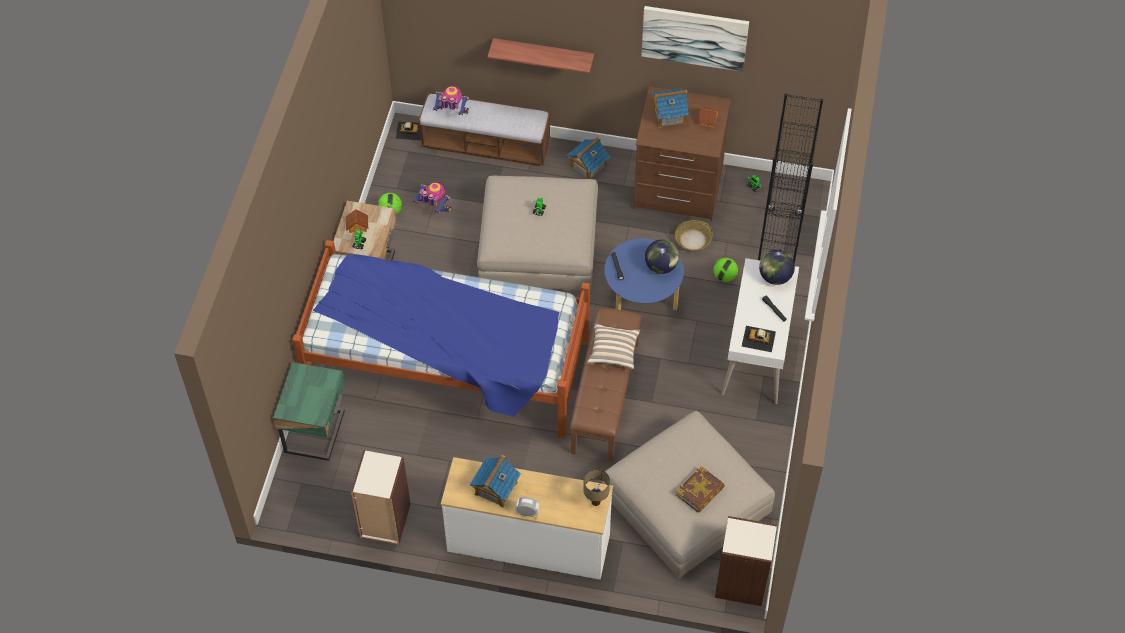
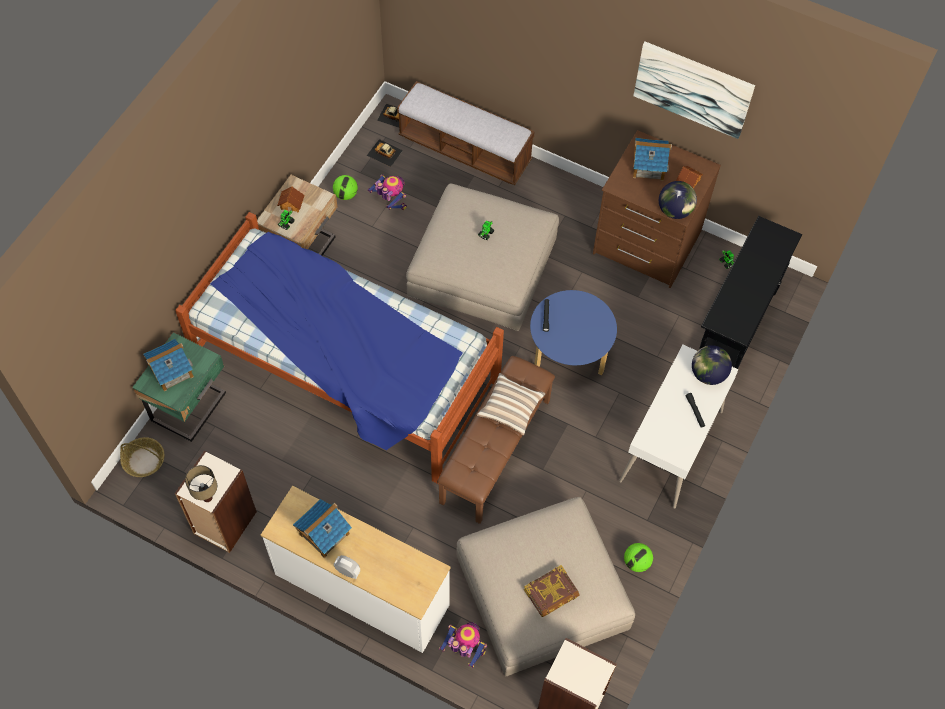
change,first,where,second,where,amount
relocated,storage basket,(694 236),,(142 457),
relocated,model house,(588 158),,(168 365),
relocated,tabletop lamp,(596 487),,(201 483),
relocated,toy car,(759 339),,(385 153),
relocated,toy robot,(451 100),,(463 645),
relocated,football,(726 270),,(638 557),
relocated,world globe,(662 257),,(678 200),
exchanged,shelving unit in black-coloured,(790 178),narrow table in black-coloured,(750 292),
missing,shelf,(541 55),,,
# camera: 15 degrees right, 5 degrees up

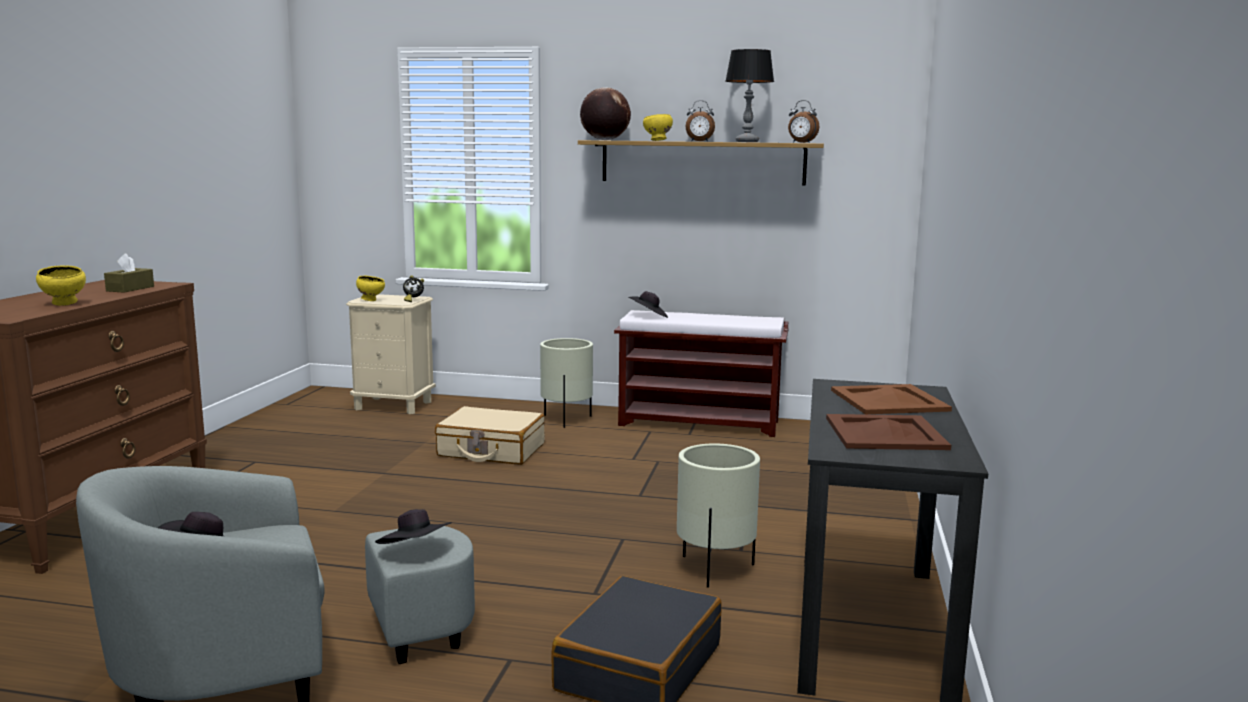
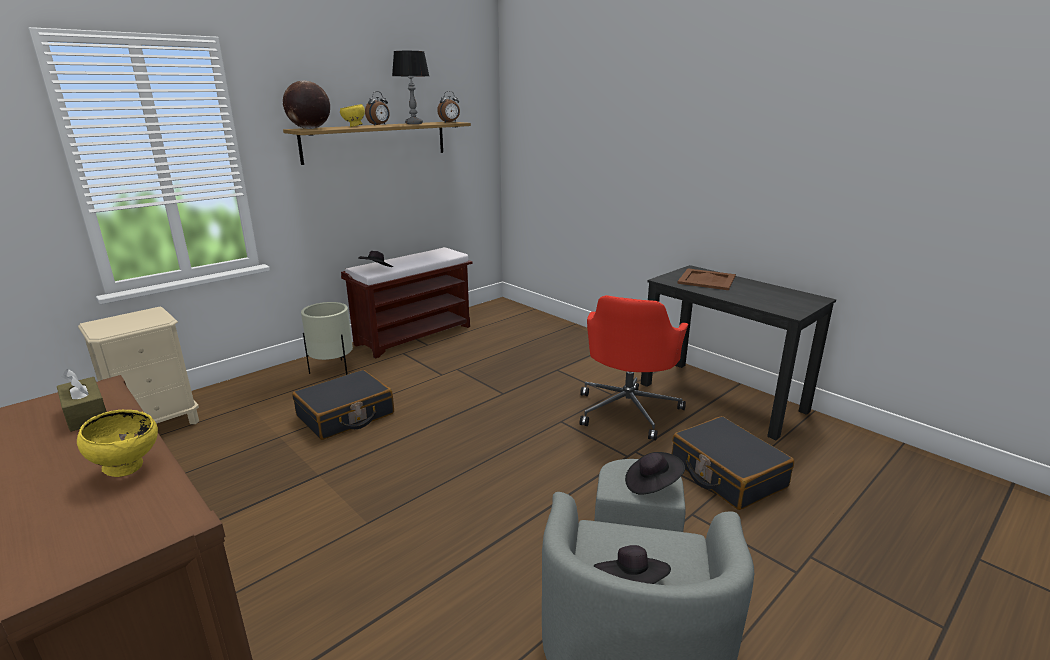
change,first,where,second,where,amount
colour,travel case in beige,(490 435),travel case in black-coloured,(343 405),
exchanged,plant pot in beige,(718 515),office chair in reddish,(634 367),
missing,serving bowl in yellowish,(370 288),,,
missing,bedside clock,(413 288),,,
missing,tray in brown-coloured,(888 432),,,
# camera: 55 degrees left, 10 degrees up

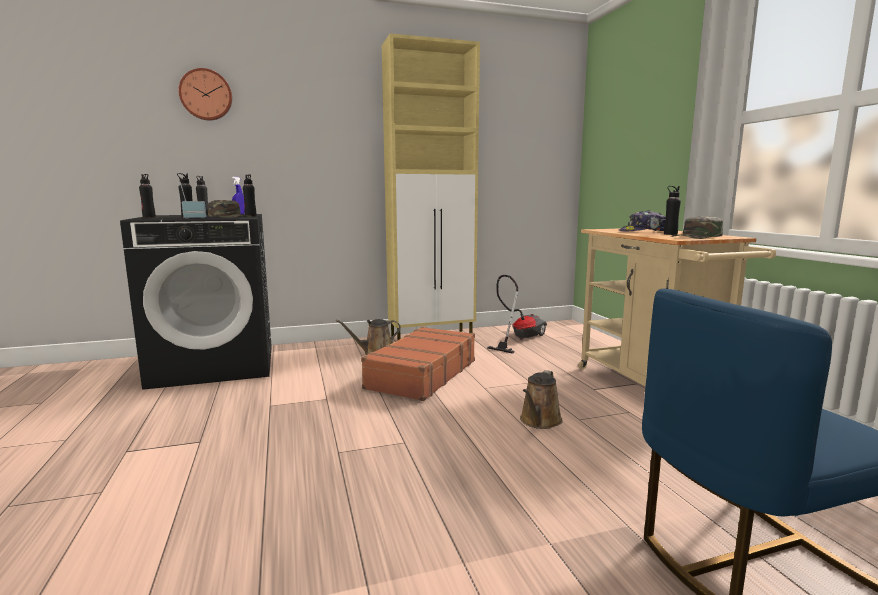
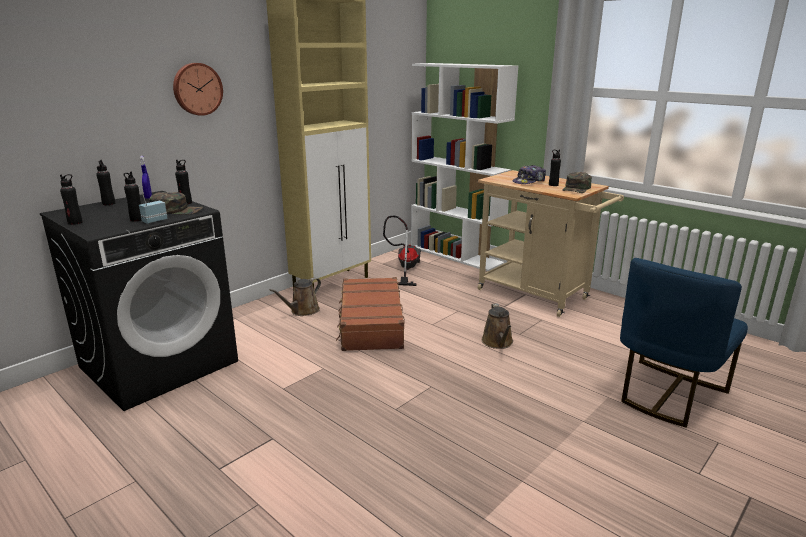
change,first,where,second,where,amount
relocated,clock on the wall,(205 94),,(198 89),
appeared,,,shelving unit in whitish,(465 167),
# camera: 30 degrees left, 10 degrees up

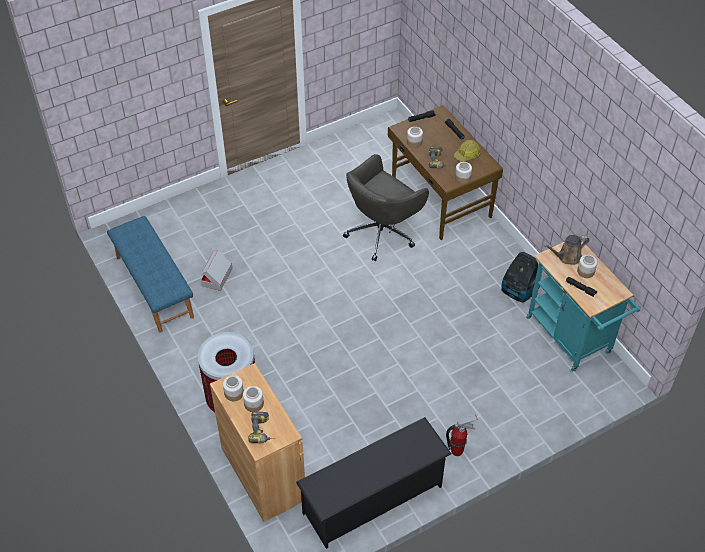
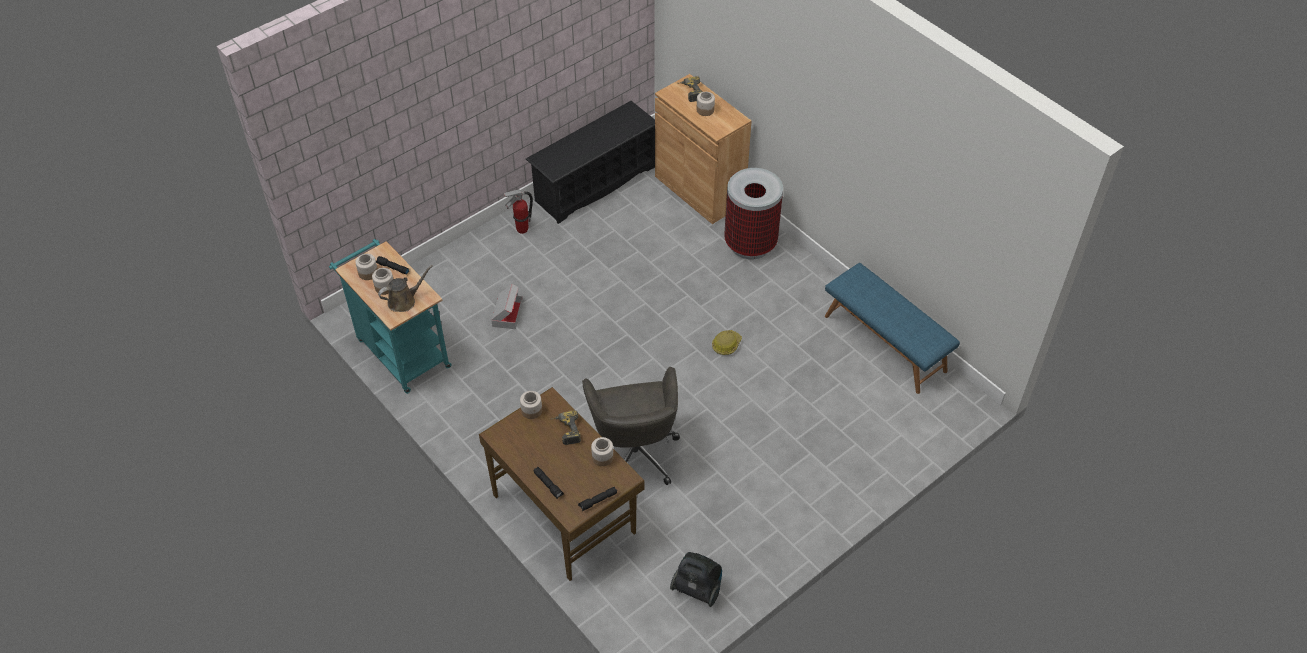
change,first,where,second,where,amount
relocated,preserve jar,(233 388),,(366 267),
relocated,carton,(216 270),,(507 306),
spun,office chair in greyish,(386 207),,(631 426),135 degrees clockwise
relocated,vacuum cleaner,(520 277),,(696 579),
relocated,hard hat,(467 151),,(727 342),
# camera: 170 degrees right, 0 degrees up

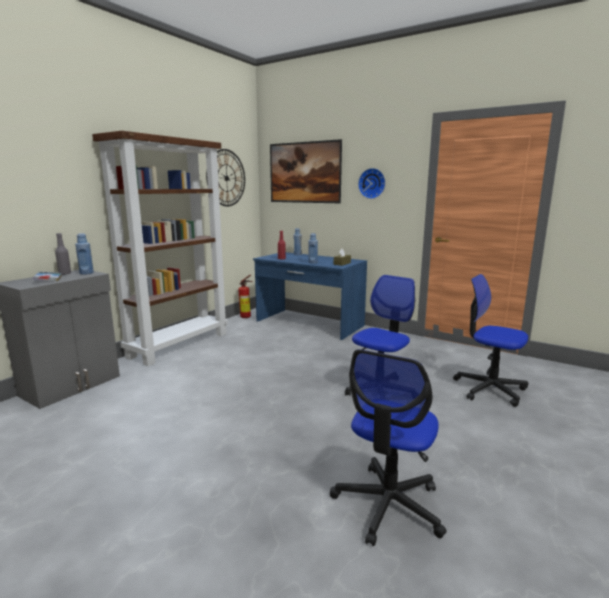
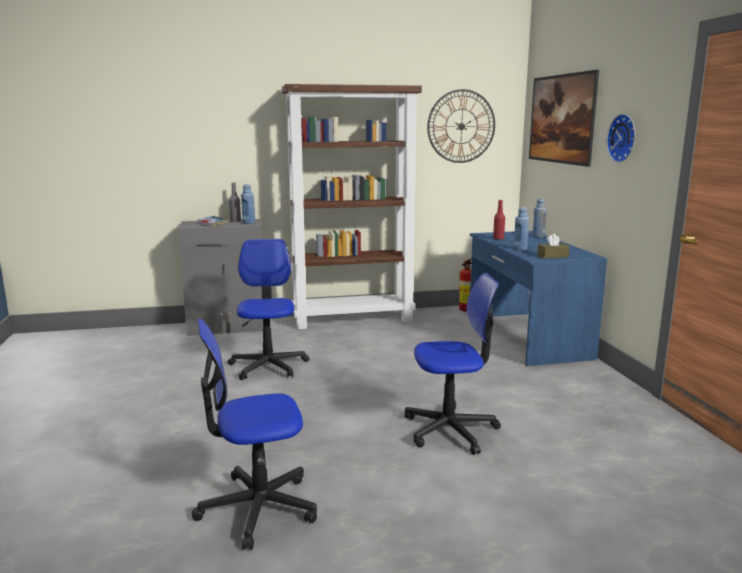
change,first,where,second,where,amount
relocated,office chair,(490 340),,(268 309),
# camera: 45 degrees right, 0 degrees up

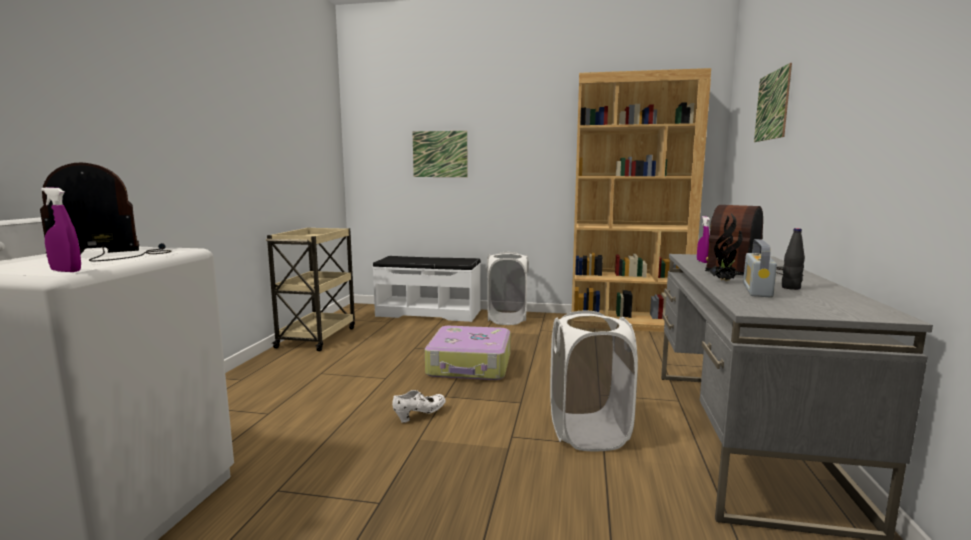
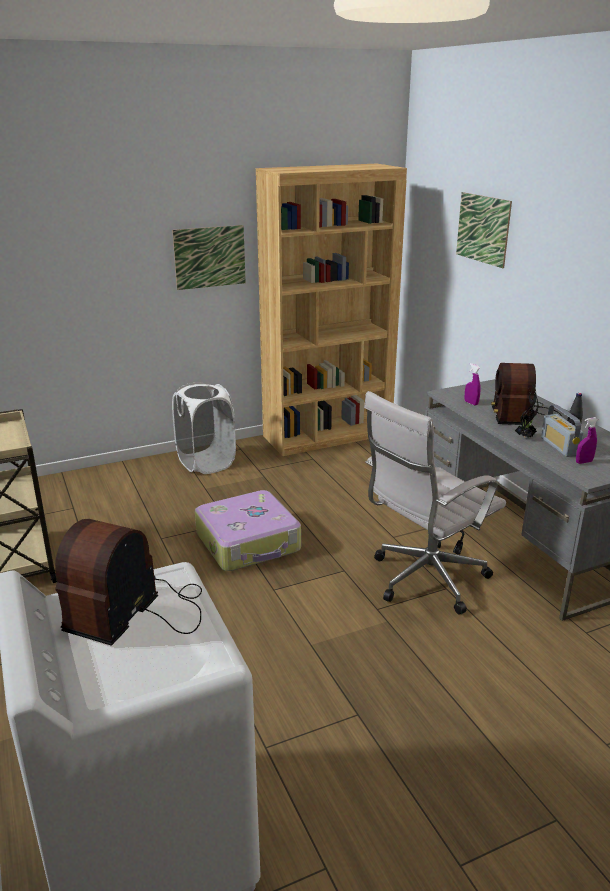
change,first,where,second,where,amount
relocated,wall picture,(440 154),,(209 257),
exchanged,laundry basket in whitish,(594 381),office chair in whitish,(435 503),
relocated,spray bottle in purplish,(61 229),,(587 440),
missing,long seat in whitish,(426 289),,,
missing,item of footwear in whitish,(419 406),,,
# camera: 35 degrees left, 15 degrees up

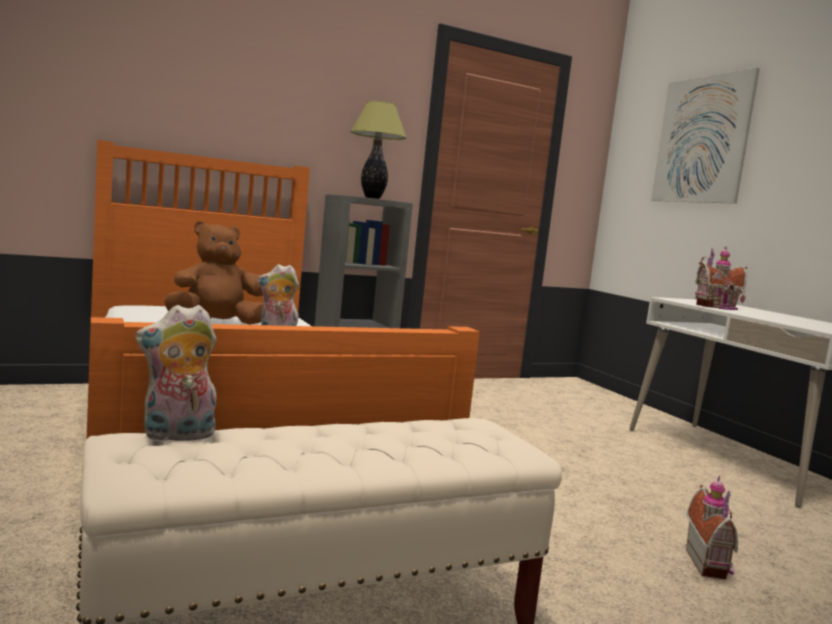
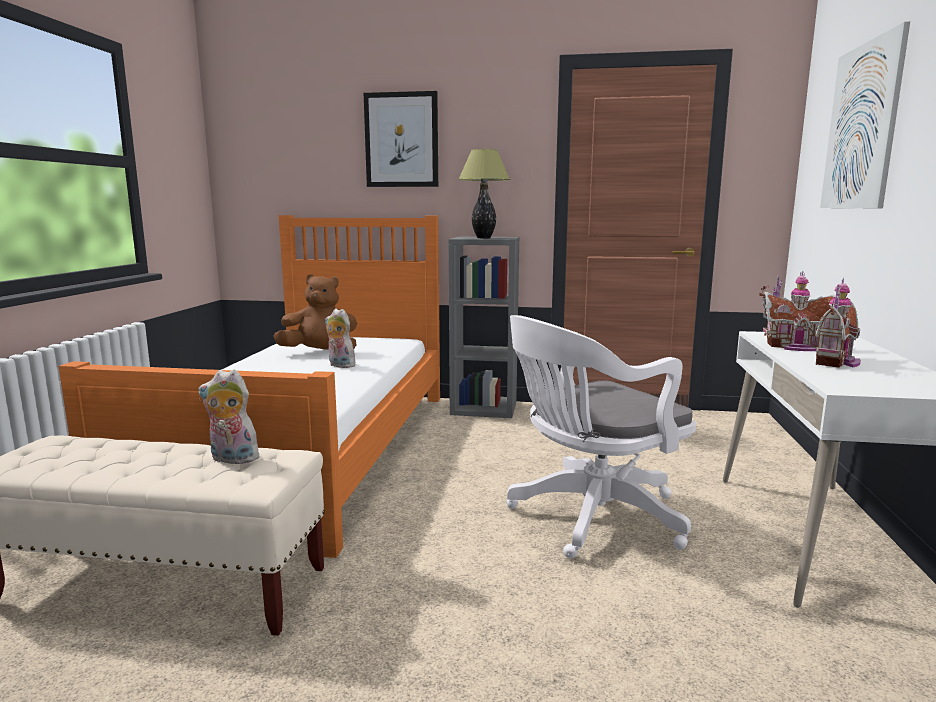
change,first,where,second,where,amount
relocated,plush toy,(176 374),,(232 417),
appeared,,,wall picture,(401 139),
appeared,,,office chair in whitish,(601 437),
relocated,model house,(712 527),,(838 323),
# camera: 35 degrees right, 5 degrees up

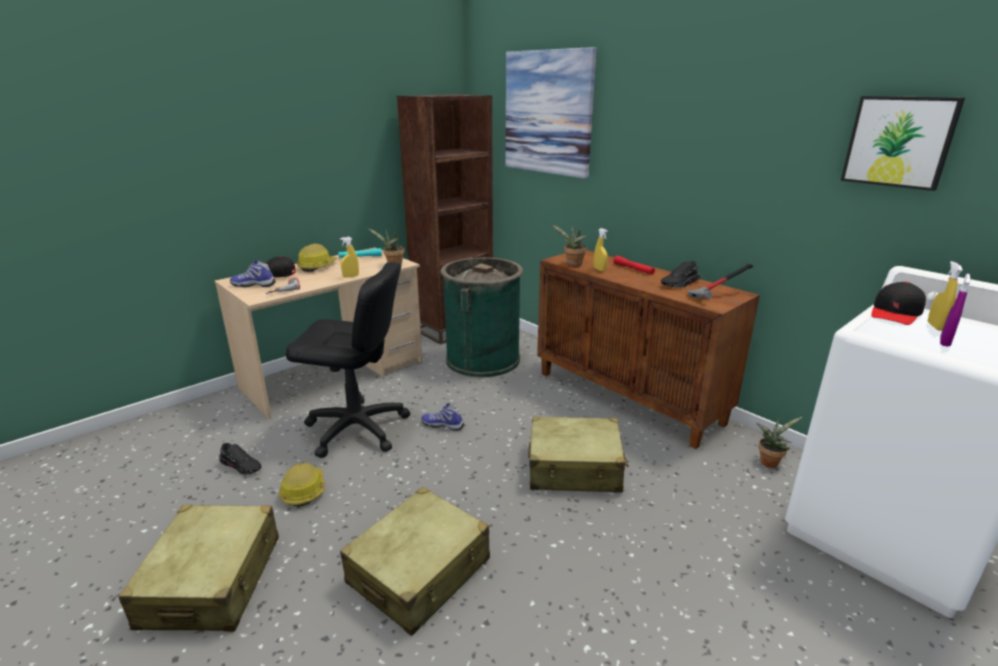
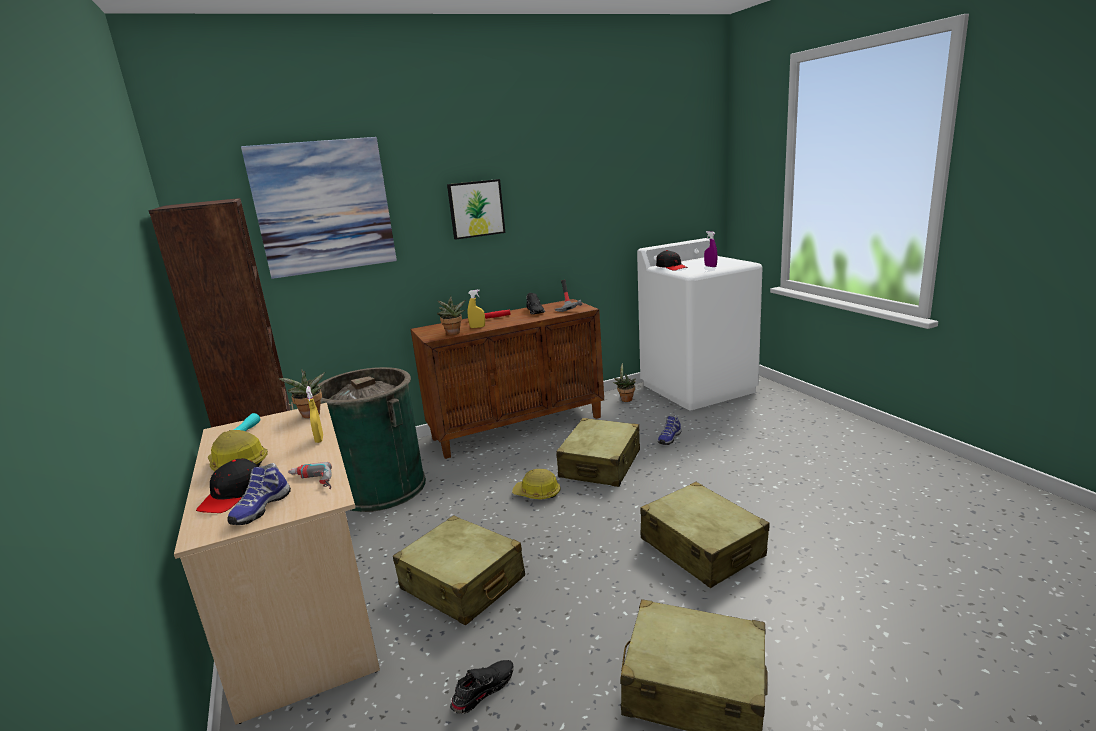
change,first,where,second,where,amount
exchanged,office chair in black-coloured,(348 360),travel case in beige,(459 570),
relocated,wall picture,(903 143),,(476 209),
relocated,hard hat,(302 485),,(536 484),
relocated,item of footwear,(442 417),,(669 430),
missing,spray bottle in yellowish,(945 296),,,
# camera: 70 degrees left, 5 degrees down

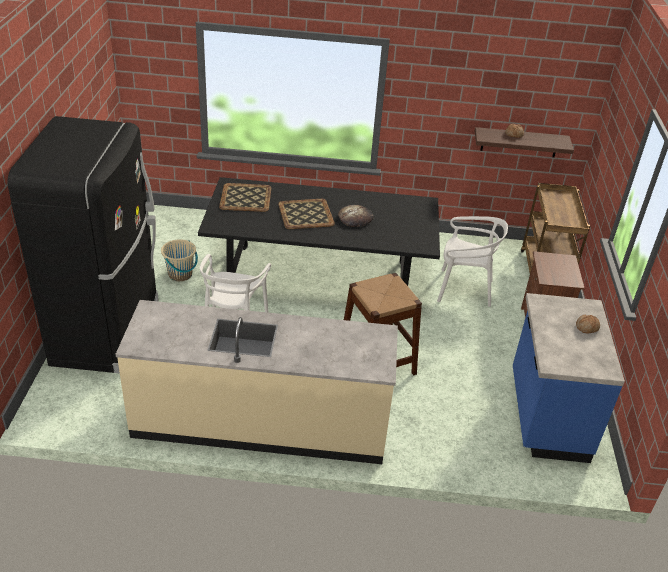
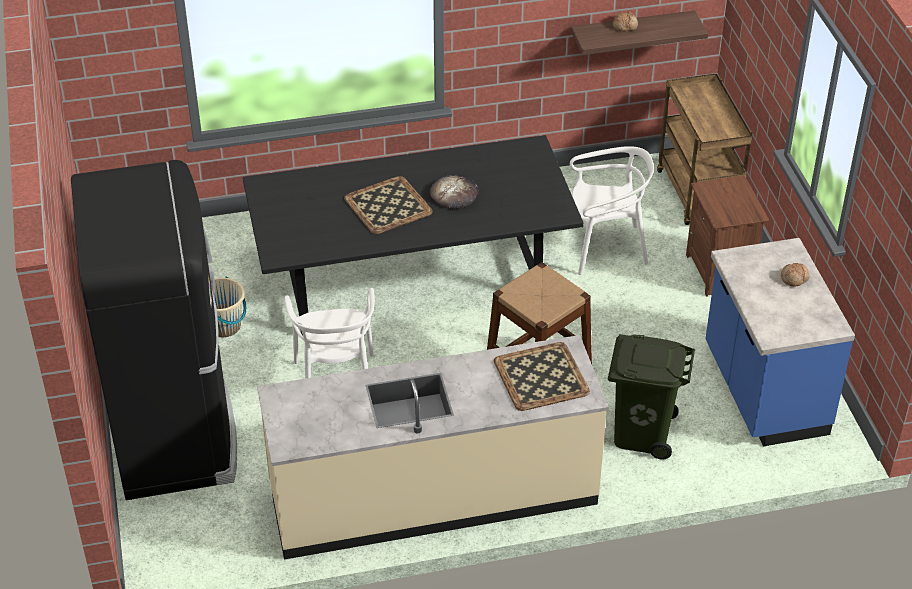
change,first,where,second,where,amount
relocated,tray,(245 197),,(542 376),
appeared,,,rubbish bin in green,(651 397),
# camera: 15 degrees left, 5 degrees up

